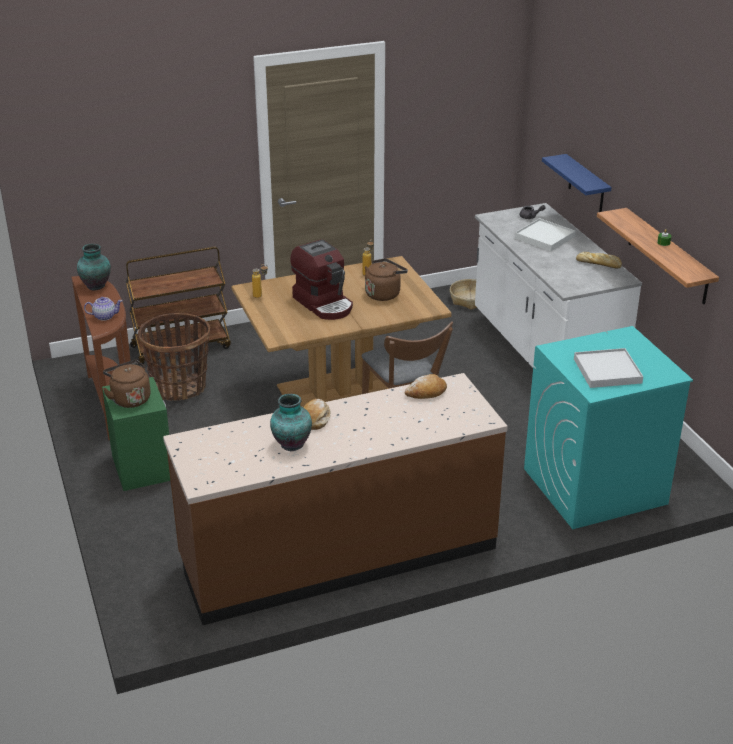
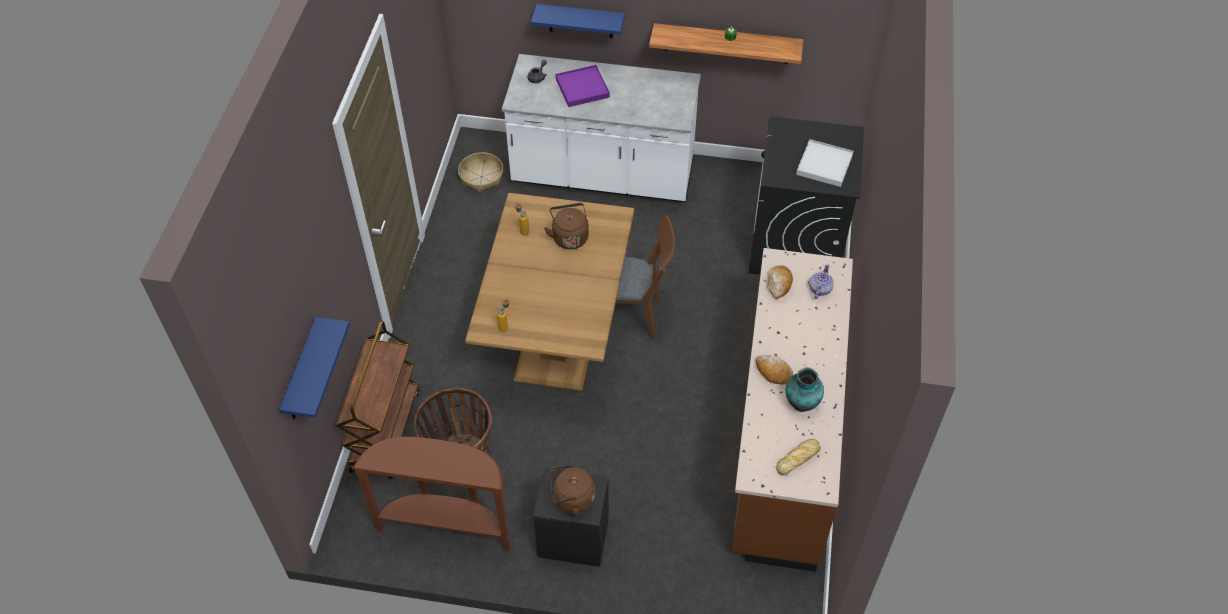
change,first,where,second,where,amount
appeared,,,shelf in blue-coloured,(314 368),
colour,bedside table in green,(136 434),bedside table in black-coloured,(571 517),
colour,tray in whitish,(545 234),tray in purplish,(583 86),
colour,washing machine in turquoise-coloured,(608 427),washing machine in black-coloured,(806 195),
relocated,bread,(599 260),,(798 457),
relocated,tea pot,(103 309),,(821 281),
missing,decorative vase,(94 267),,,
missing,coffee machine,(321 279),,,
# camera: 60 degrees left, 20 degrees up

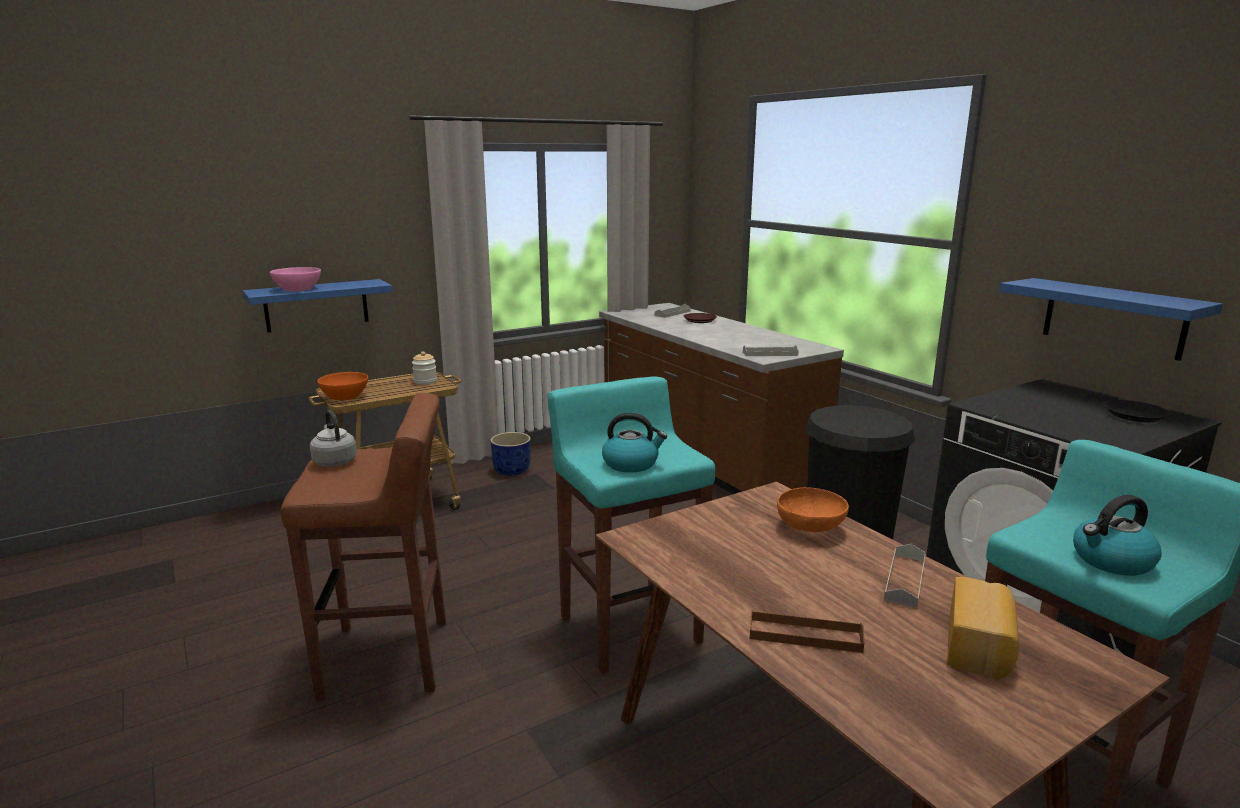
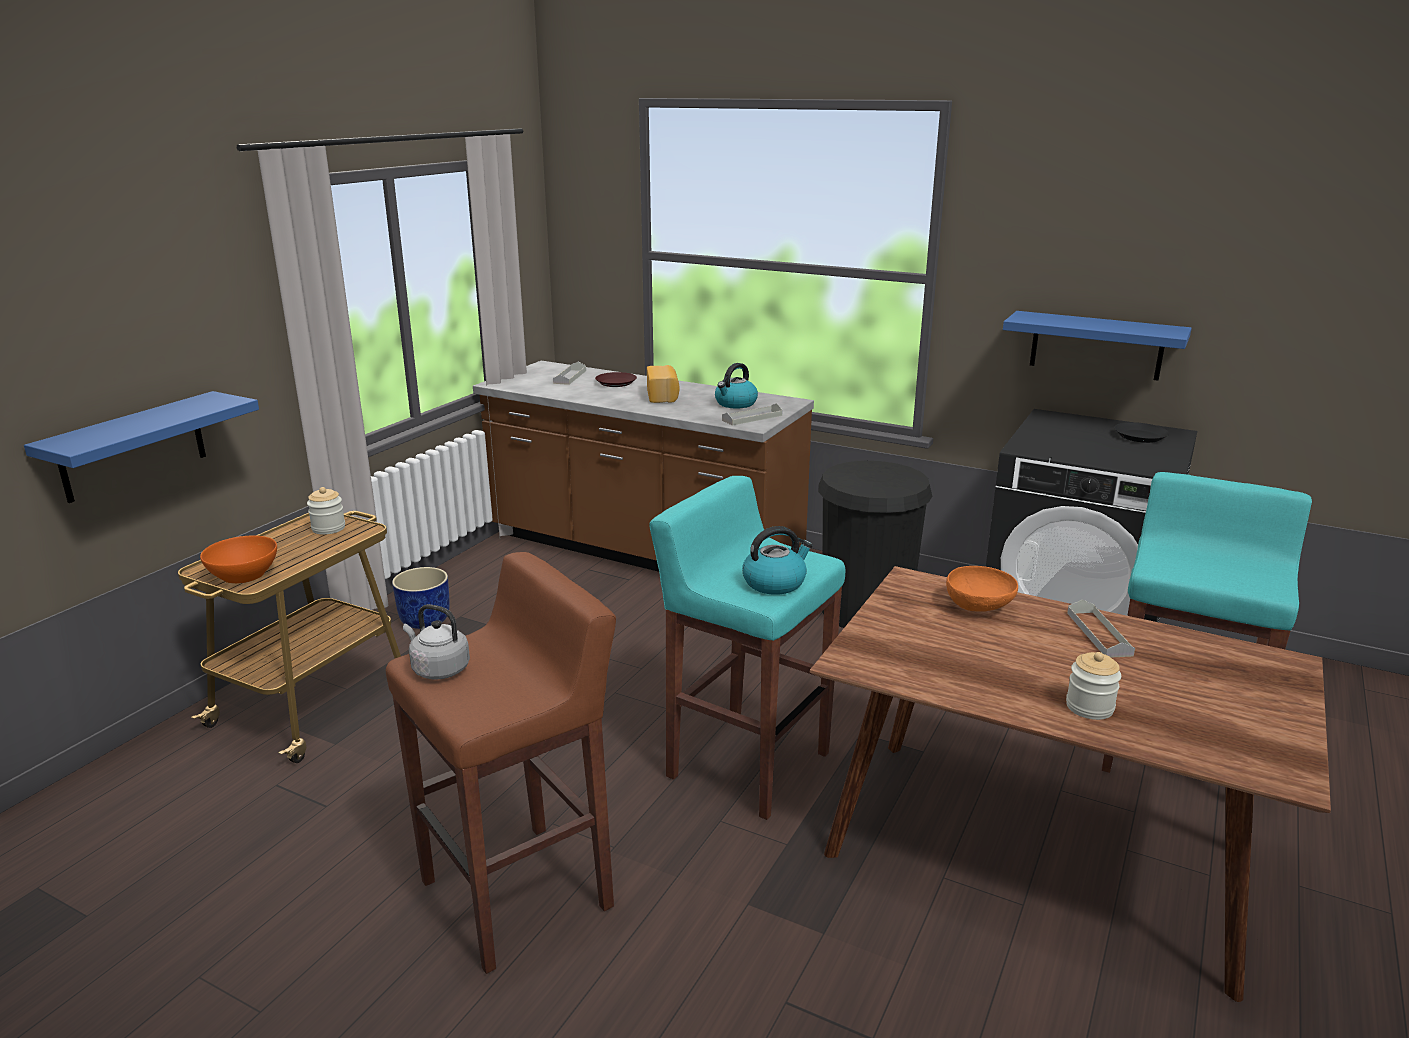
change,first,where,second,where,amount
relocated,bread,(983 628),,(663 384),
relocated,water kettle,(1117 535),,(736 385),
exchanged,tray in brown-coloured,(807 631),preserve jar,(1093 686),
missing,serving bowl in pinkish,(295 279),,,
# camera: 30 degrees left, 5 degrees up

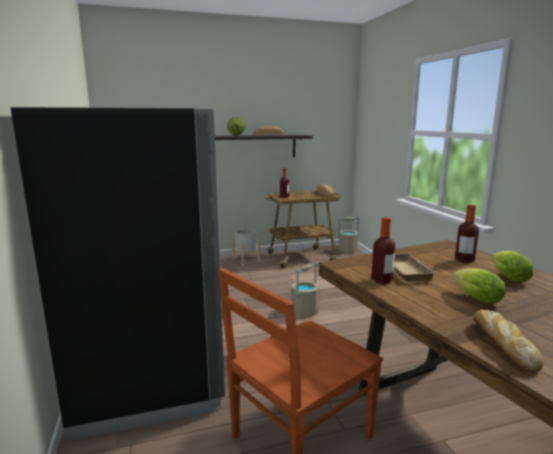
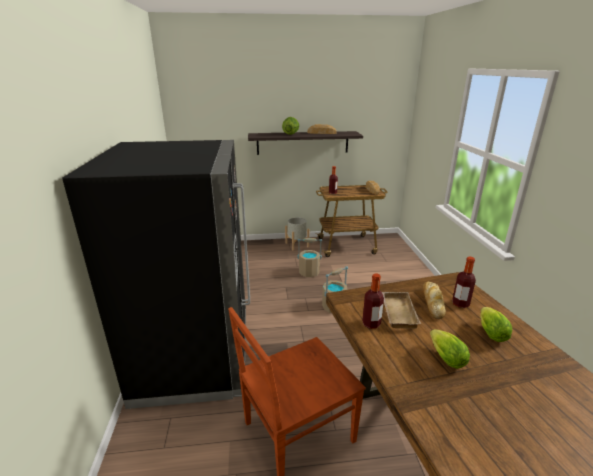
change,first,where,second,where,amount
relocated,water bucket in beige,(348 235),,(309 257),
relocated,bread,(508 341),,(434 300),
# camera: 10 degrees right, 10 degrees up

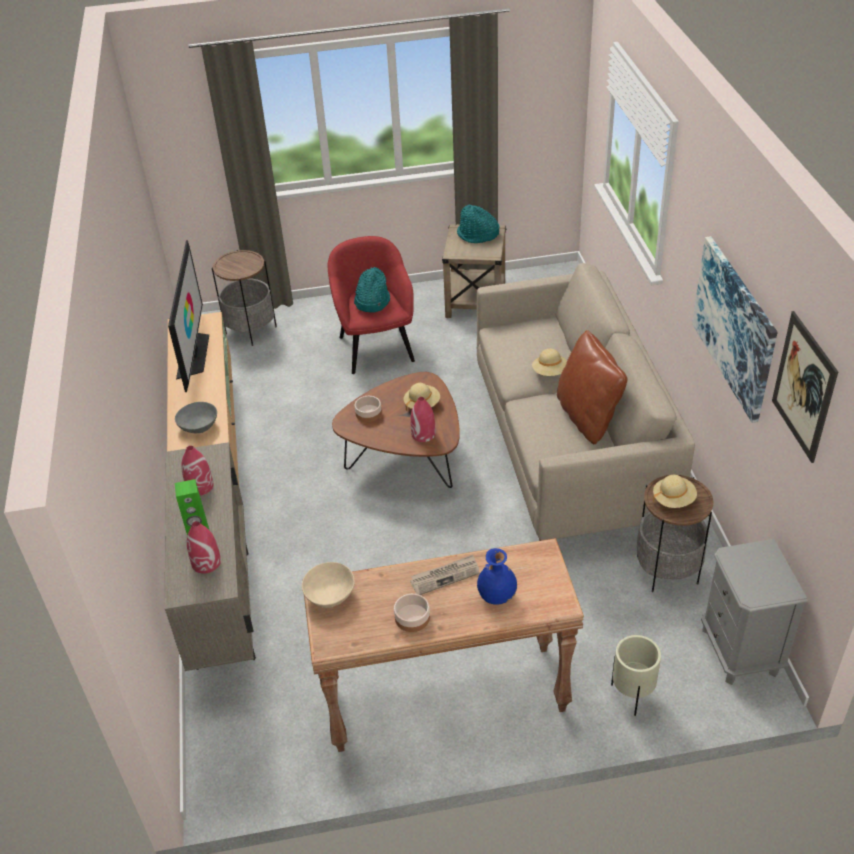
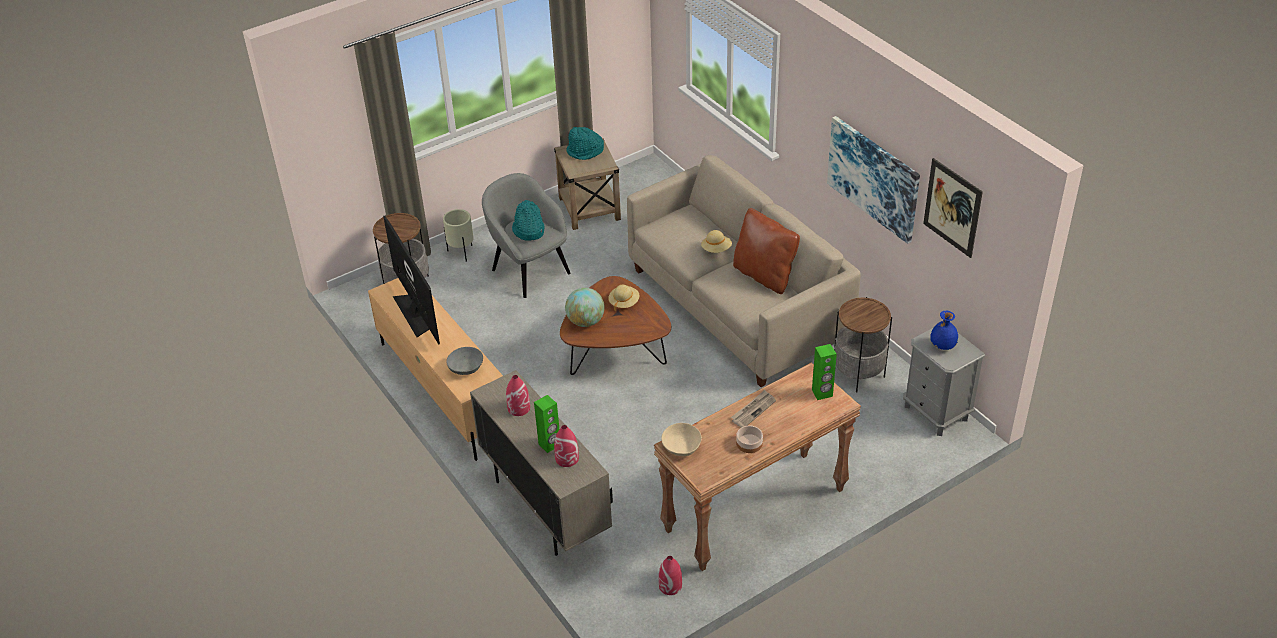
change,first,where,second,where,amount
relocated,plant pot in beige,(636 675),,(458 235),
colour,lounge chair in reddish,(371 305),lounge chair in greyish,(526 235),
exchanged,serving bowl,(368 409),world globe,(585 307),
relocated,decorative vase in reddish,(423 419),,(670 575),
appeared,,,audio speaker in green,(824 372),
relocated,decorative vase in blue-coloured,(497 576),,(944 330),
missing,wearable hat in beige,(675 491),,,
# camera: 25 degrees left, 0 degrees up

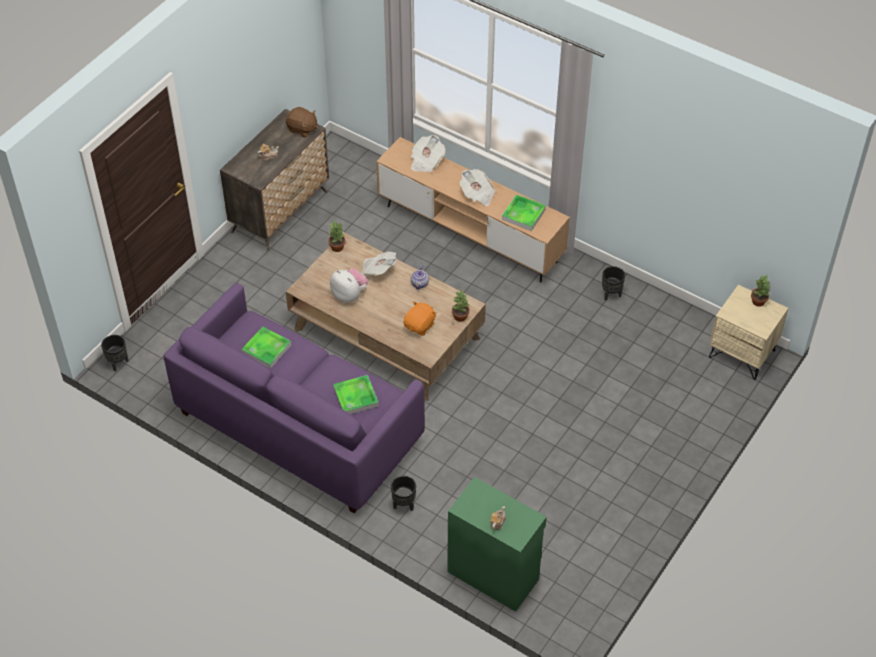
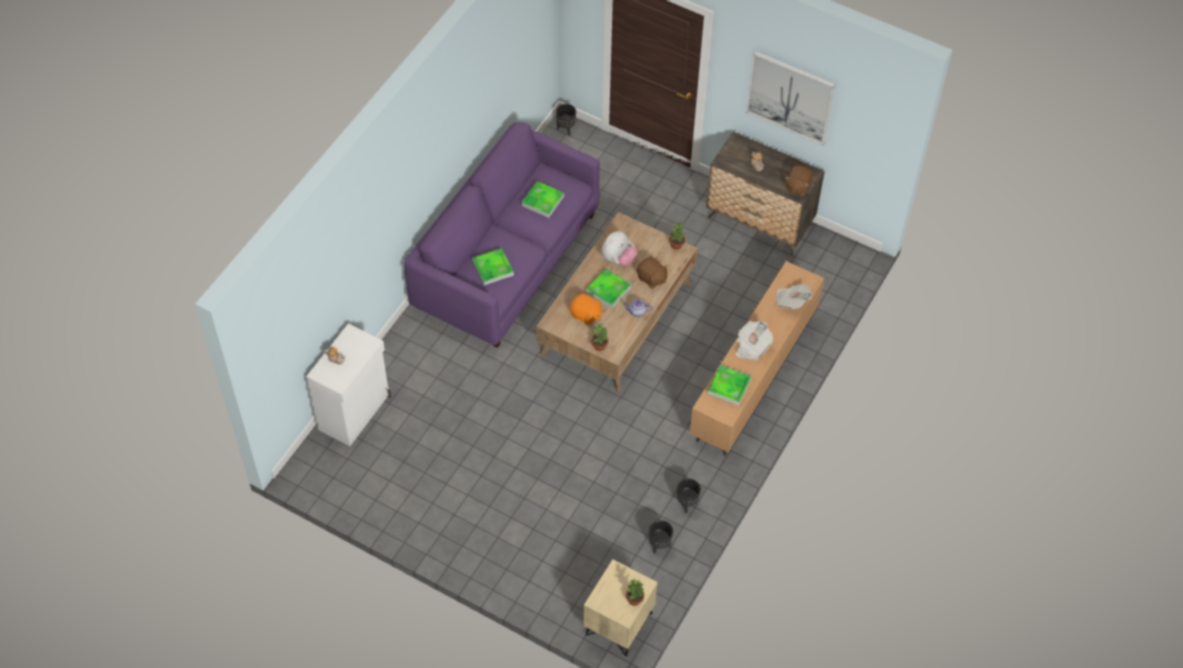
change,first,where,second,where,amount
colour,cabinet in green,(497 544),cabinet in whitish,(348 385),
appeared,,,tray,(608 289),
exchanged,daily paper,(378 263),plush toy in brown-coloured,(652 273),
relocated,plant pot in black-coloured,(403 493),,(661 537),
appeared,,,wall picture,(790 98),
# camera: 85 degrees right, 5 degrees up

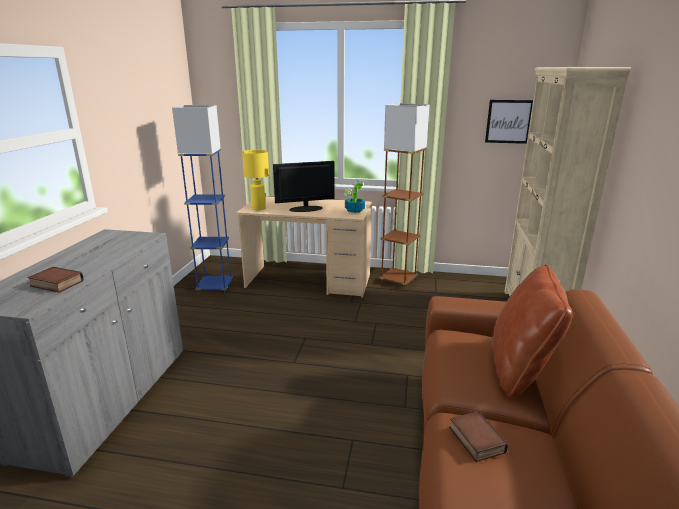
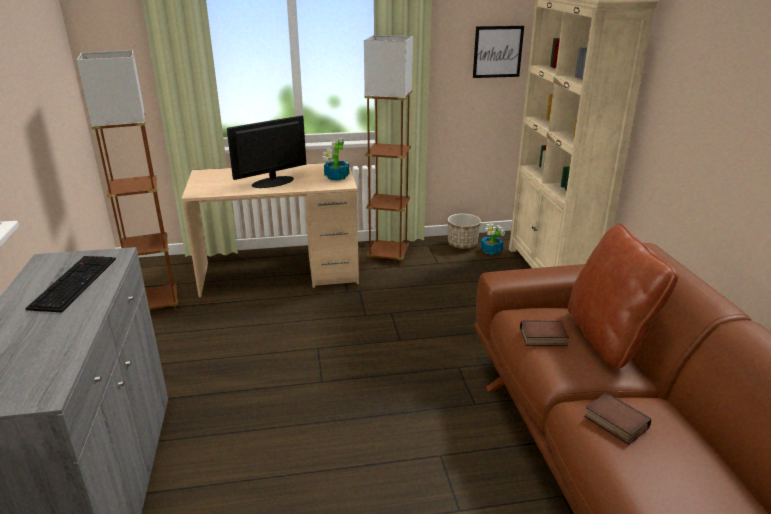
change,first,where,second,where,amount
appeared,,,PC keyboard,(70 284),
colour,floor lamp in blue-coloured,(202 199),floor lamp in brown-coloured,(127 180),
appeared,,,plant pot,(464 231),
appeared,,,plant in a pot,(493 239),
relocated,bound book,(55 280),,(544 333),
missing,tabletop lamp in yellowish,(255 180),,,
# camera: 20 degrees left, 5 degrees up

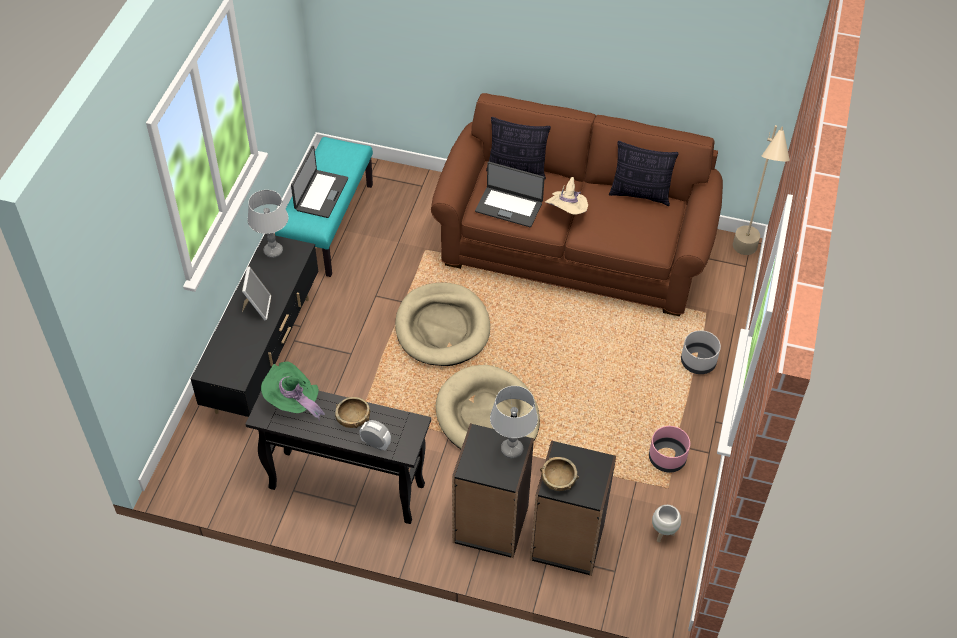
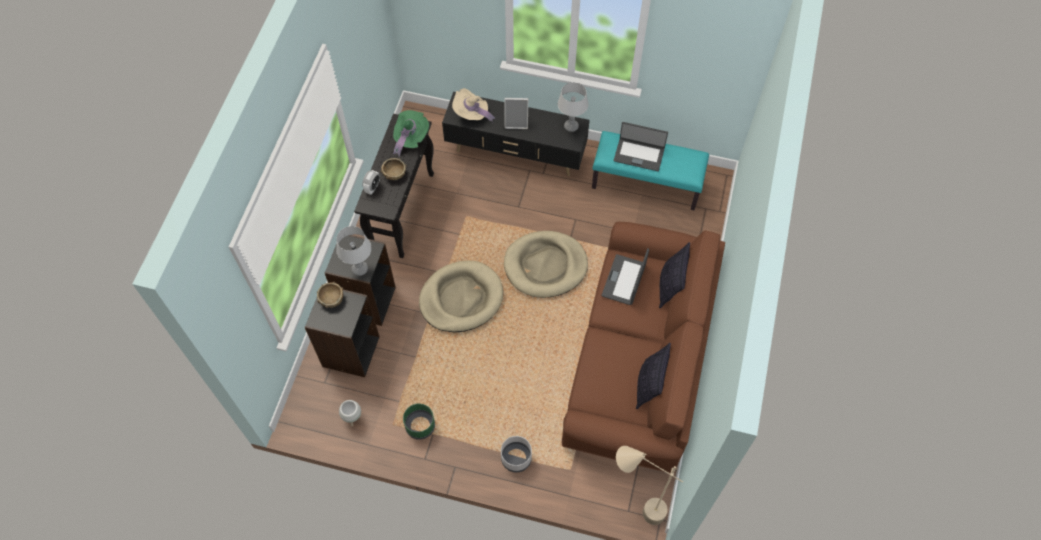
change,first,where,second,where,amount
colour,plant pot in pinkish,(669 449),plant pot in green,(419 421),
relocated,wearable hat in beige,(566 196),,(473 105),
# camera: 90 degrees right, 10 degrees up

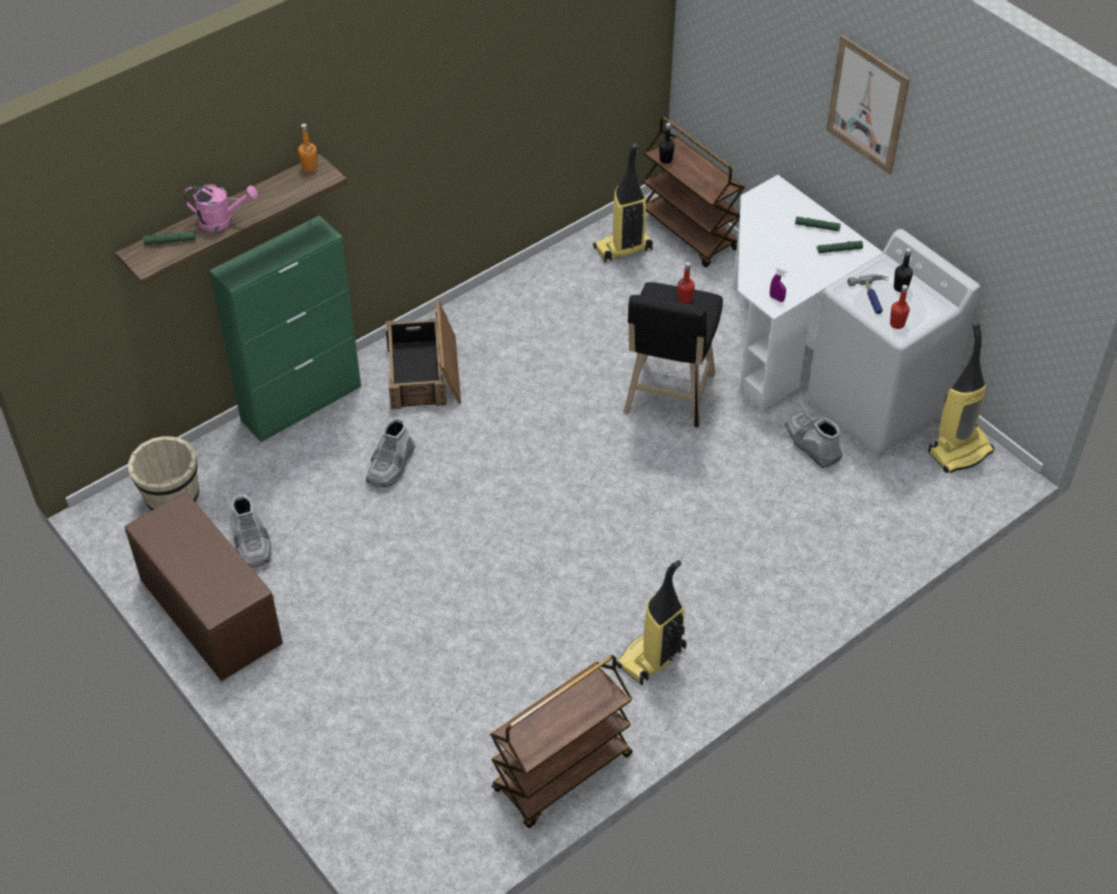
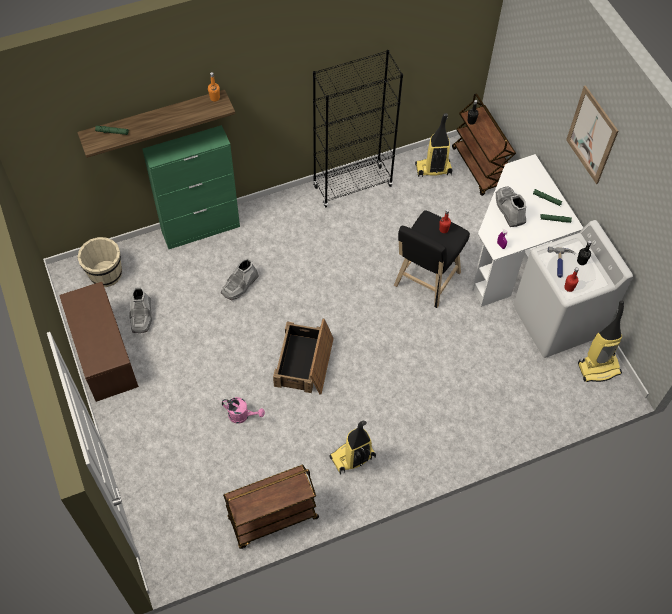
change,first,where,second,where,amount
relocated,watering can in pinkish,(221 208),,(243 410),
relocated,crate,(423 355),,(303 356),
appeared,,,shelving unit in black-coloured,(358 129),
relocated,boot in greyish,(814 440),,(511 206),
# camera: 15 degrees right, 10 degrees up

